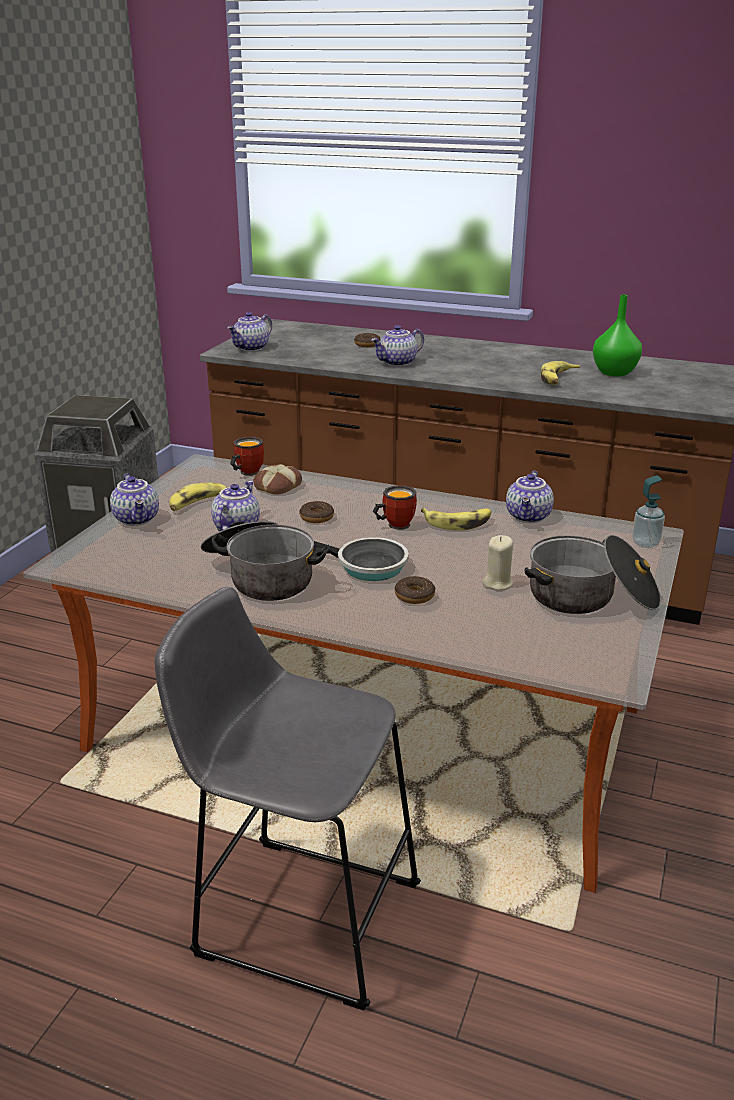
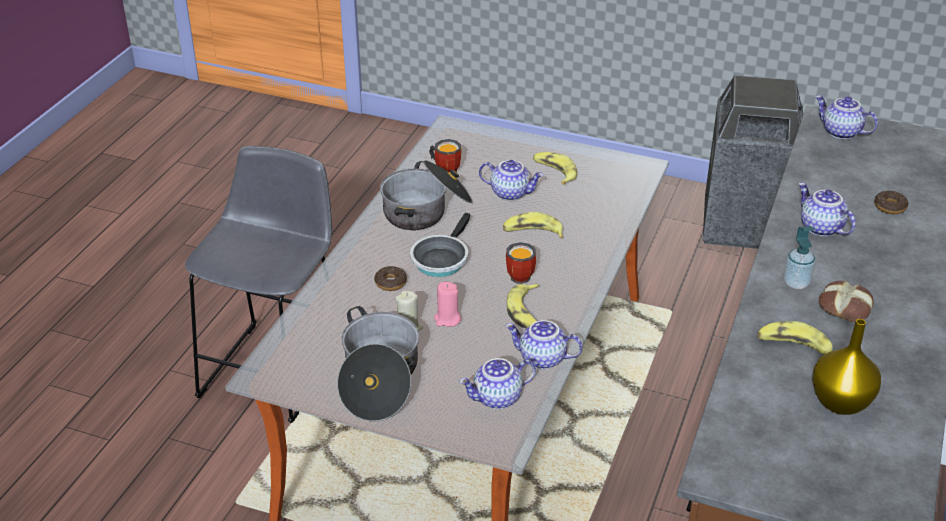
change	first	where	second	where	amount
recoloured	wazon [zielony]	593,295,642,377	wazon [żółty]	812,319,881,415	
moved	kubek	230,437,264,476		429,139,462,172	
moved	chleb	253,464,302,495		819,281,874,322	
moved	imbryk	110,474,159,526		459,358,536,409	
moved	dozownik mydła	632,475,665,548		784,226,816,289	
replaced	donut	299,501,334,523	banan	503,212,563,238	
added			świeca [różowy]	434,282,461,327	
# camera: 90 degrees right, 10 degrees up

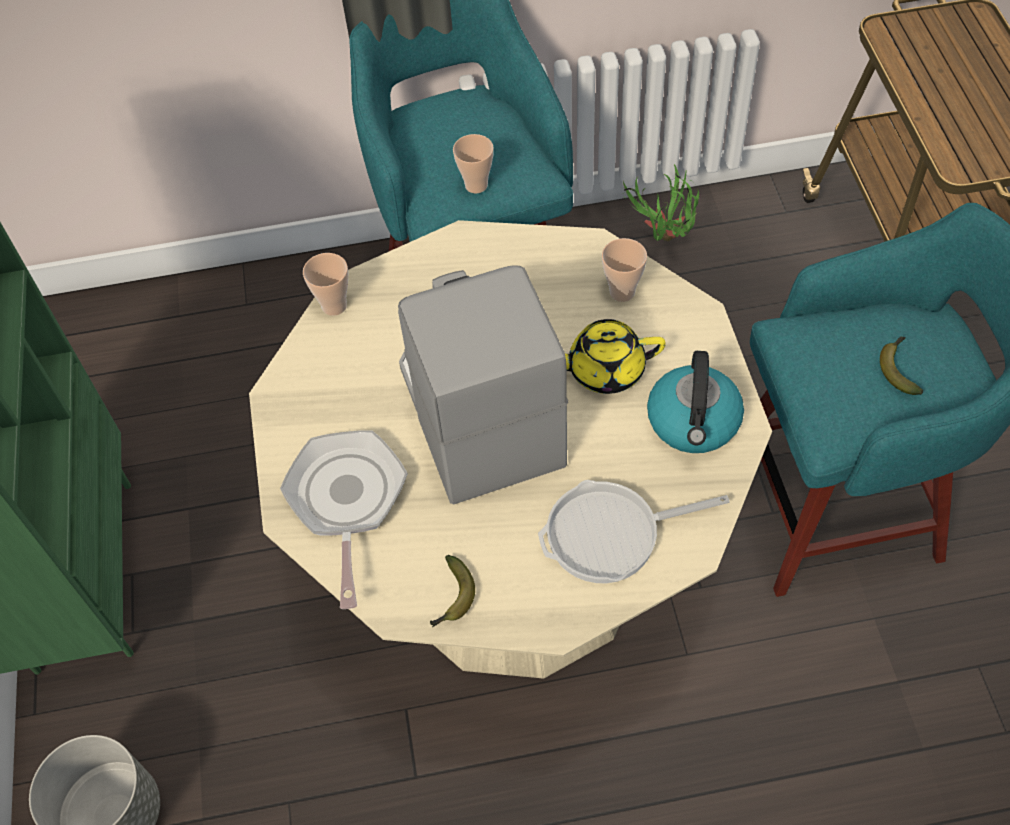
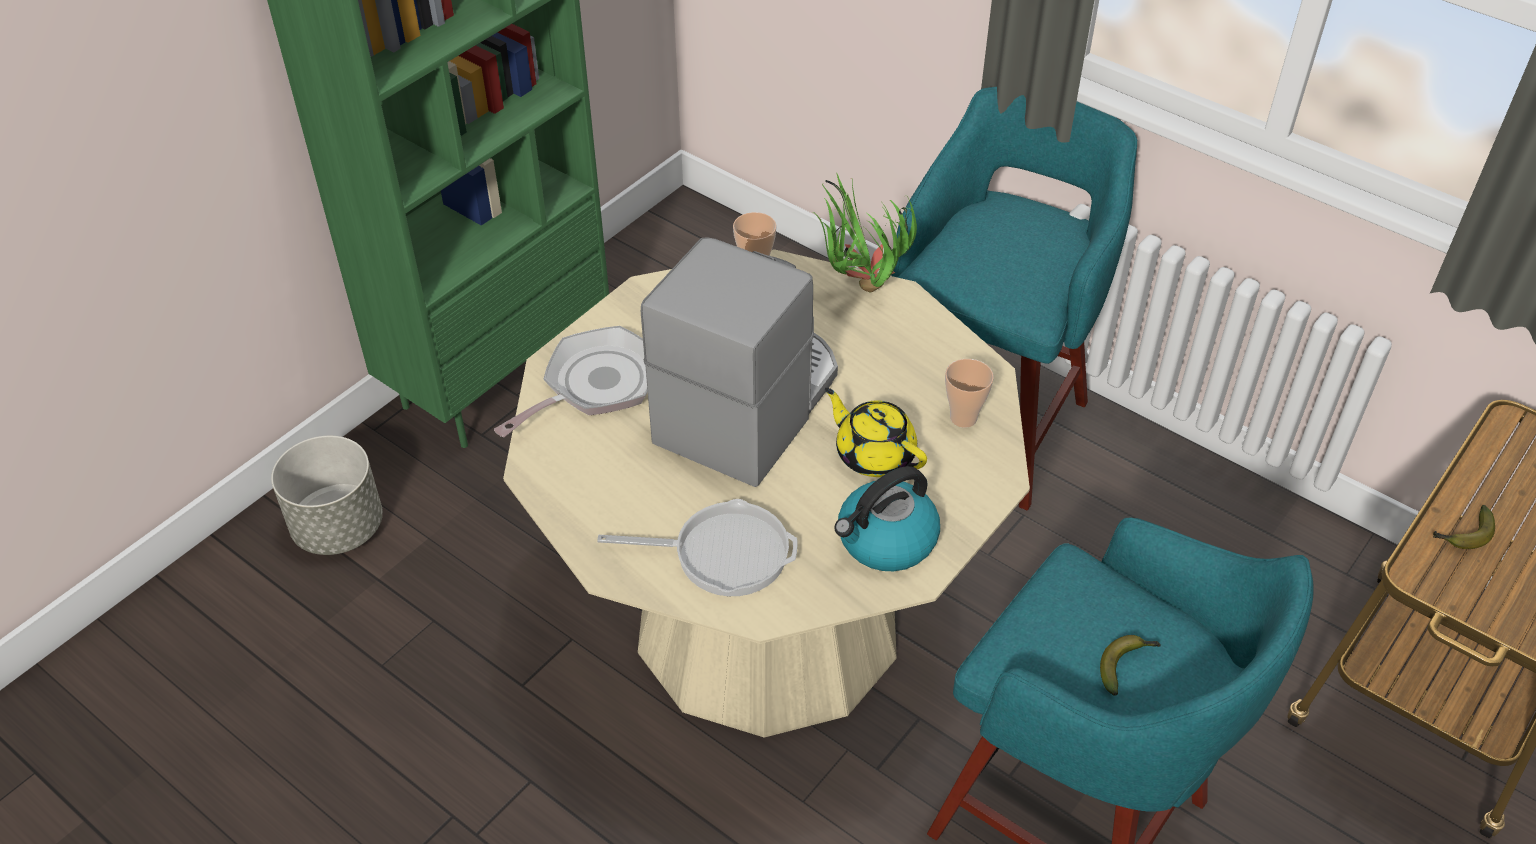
change	first	where	second	where	amount
removed	filiżanka	453,134,494,194			
moved	roślina doniczkowa	623,164,699,241		812,172,917,292	
turned	patelnia	538,480,730,583		597,499,797,596	150 degrees clockwise
moved	banan	430,555,475,627		1433,505,1495,549	
# camera: 45 degrees right, 10 degrees down

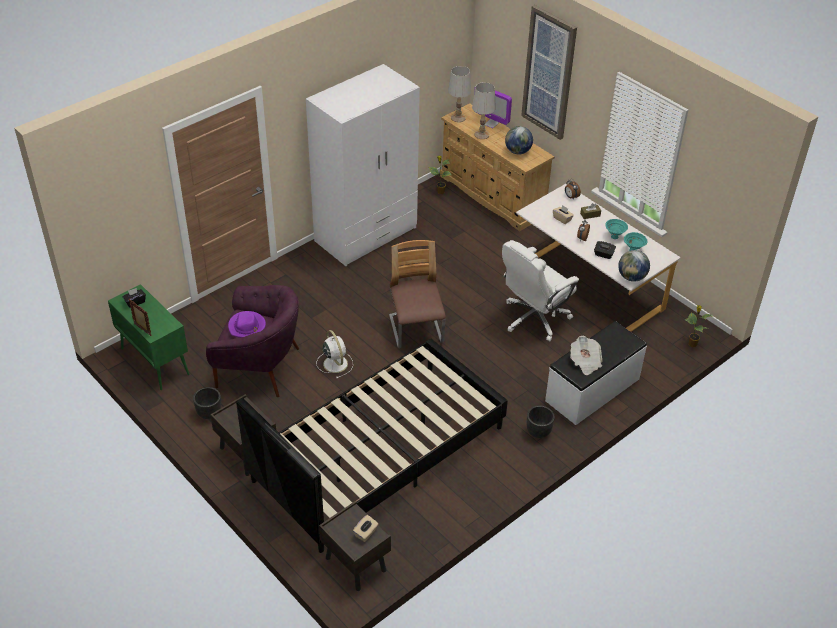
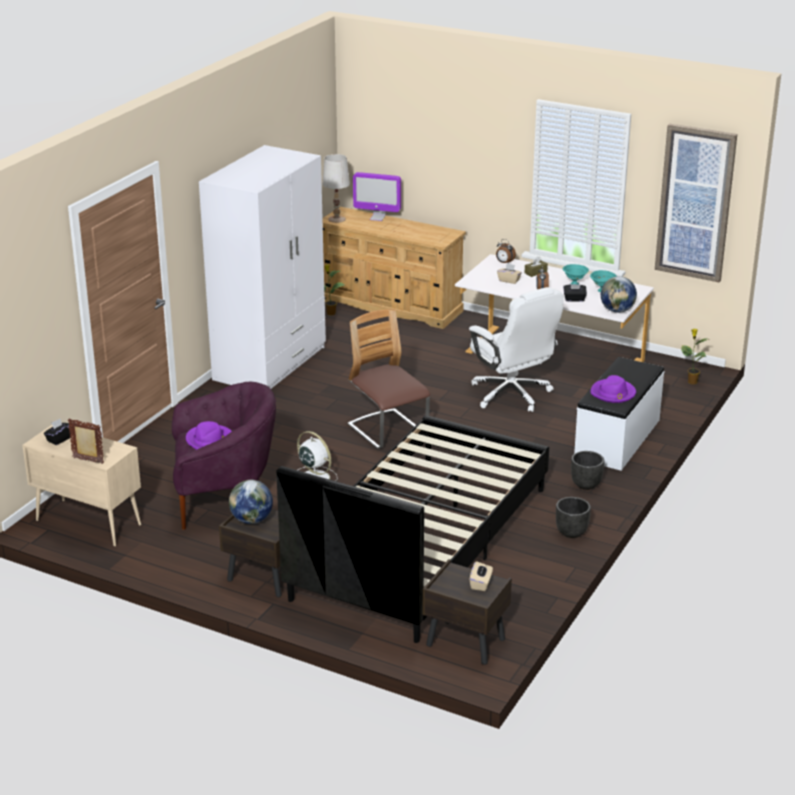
change	first	where	second	where	amount
moved	obraz	521,5,577,140		655,123,737,282	
removed	lampa stołowa [biały]	472,82,496,139			
moved	globus	505,126,533,155		229,480,273,524	
turned	krzesło biurowe [biały]	502,240,579,341		469,287,564,412	60 degrees counterclockwise
recoloured	szafka [zielony]	108,284,190,390	szafka [beżowy]	22,425,141,547	
replaced	gazeta	570,336,602,375	kapelusz [fioletowy]	590,375,636,403	
moved	donica [czarny]	193,387,221,419		556,497,591,538	
# camera: 20 degrees left, 15 degrees down

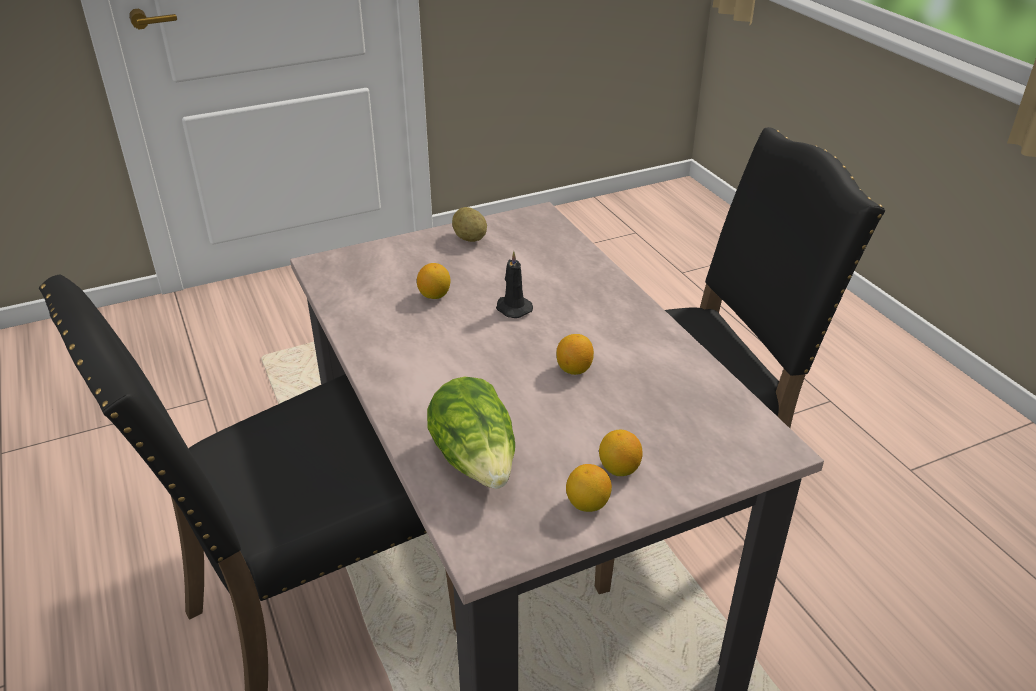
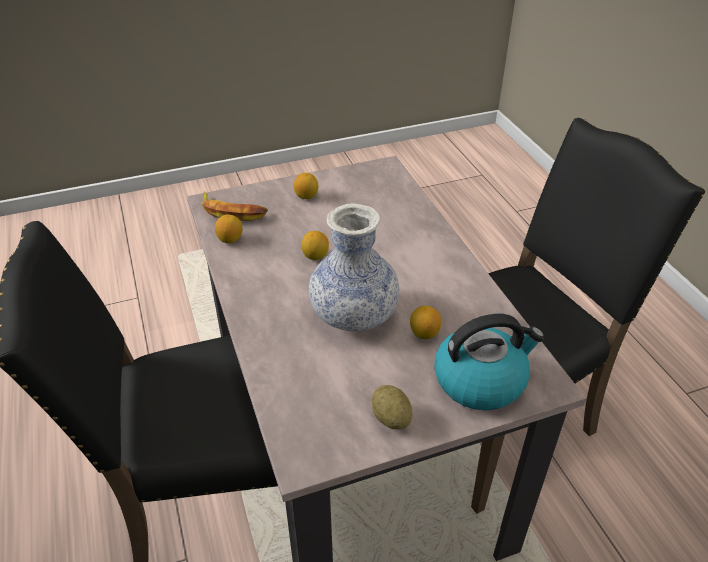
change	first	where	second	where	amount
replaced	świeca [czarny]	496,251,533,318	wazon	309,203,399,331	
removed	sałata	427,377,515,489			
moved	cytryna	566,464,612,512		215,214,242,244	
added			banan	201,191,268,221	
added			czajnik	434,314,544,411	
# camera: 175 degrees left, 5 degrees up

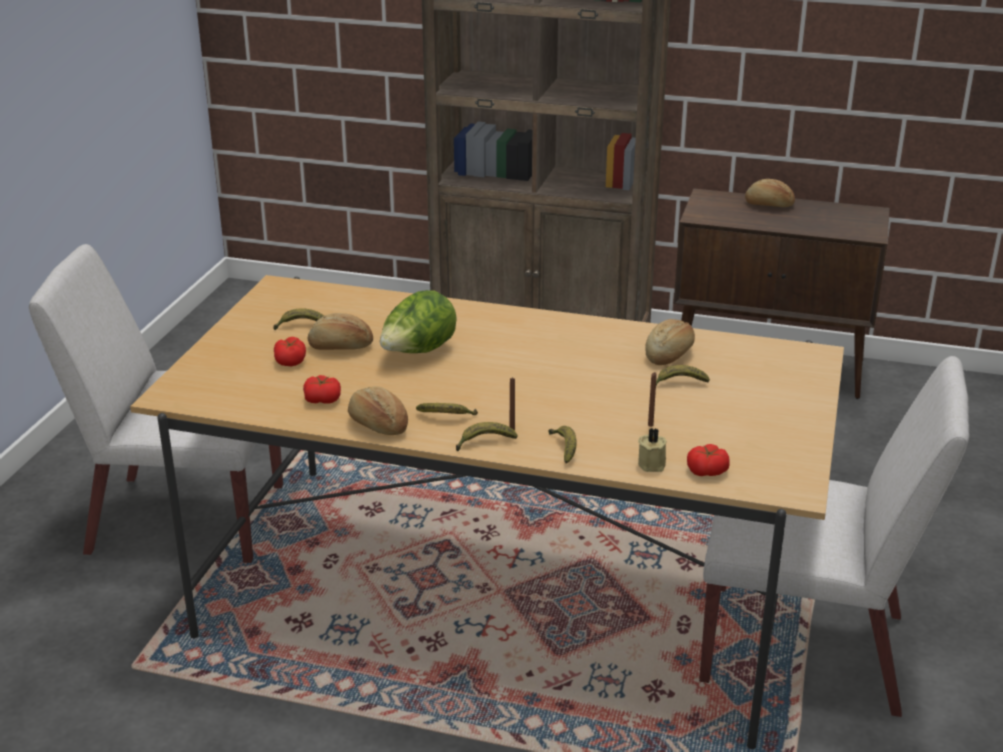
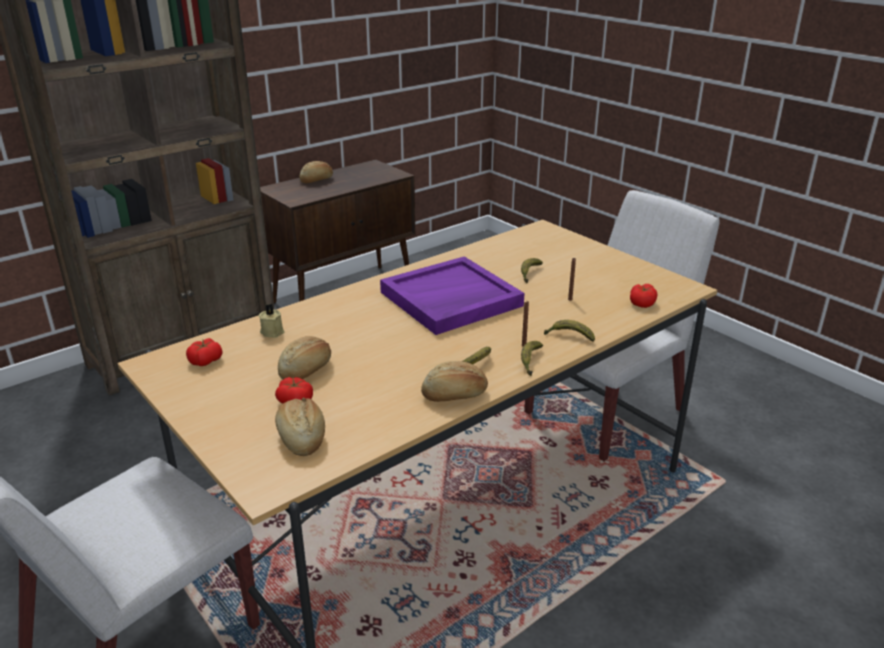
change	first	where	second	where	amount
removed	sałata	380,290,457,353			
removed	banan	273,308,324,330			
moved	chleb	645,319,695,365		275,397,325,456	
moved	pomidor	303,375,341,404		186,338,222,366	
moved	świeca [beżowy]	638,428,667,472		259,304,285,338	
added			taca [fioletowy]	380,256,524,335	
# camera: 55 degrees left, 0 degrees up

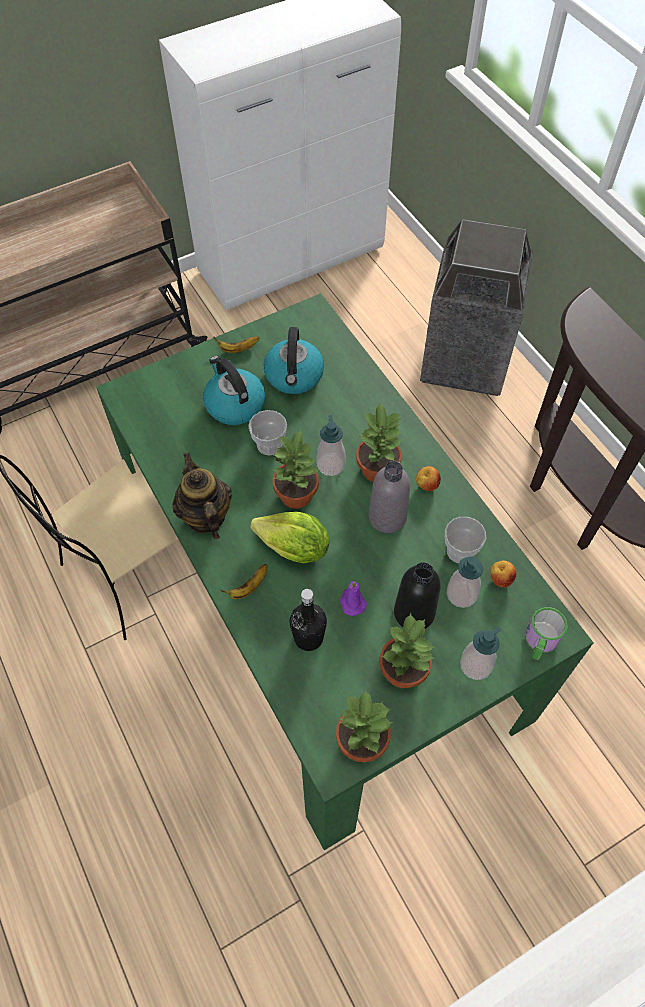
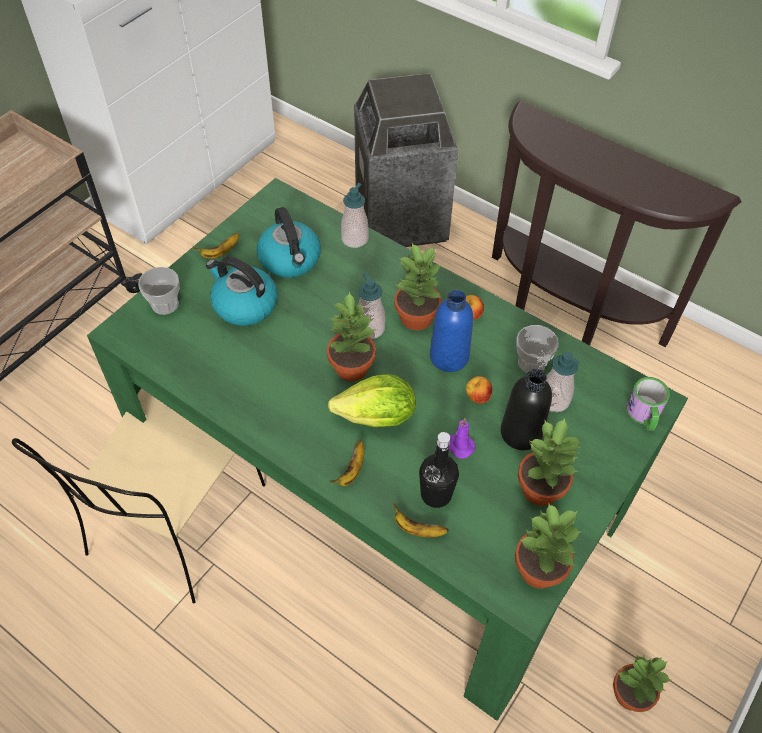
change	first	where	second	where	amount
moved	filiżanka	248,410,287,455		138,267,179,315	
removed	imbryk	172,453,232,539			
recoloured	butelka [szary]	368,461,410,533	butelka [niebieski]	430,290,473,372	
moved	jabłko	490,560,516,588		466,376,492,404	
moved	dozownik mydła	460,627,501,680		341,183,369,248	
added			banan	393,503,448,537	
added			roślina doniczkowa	613,656,671,712	
# camera: 25 degrees left, 5 degrees down

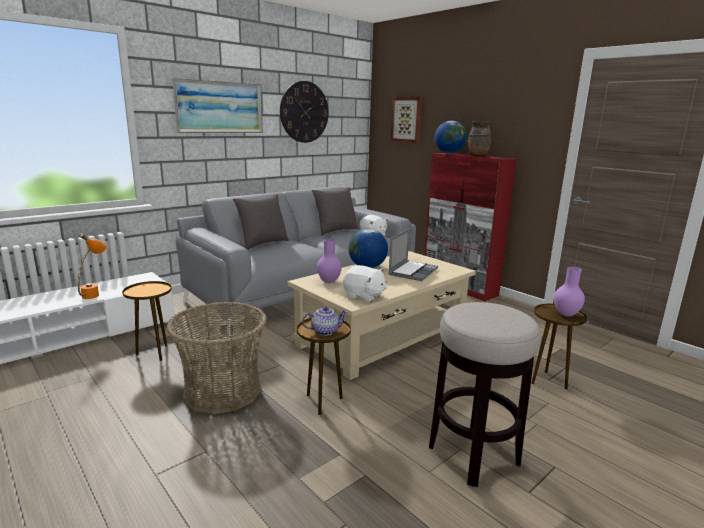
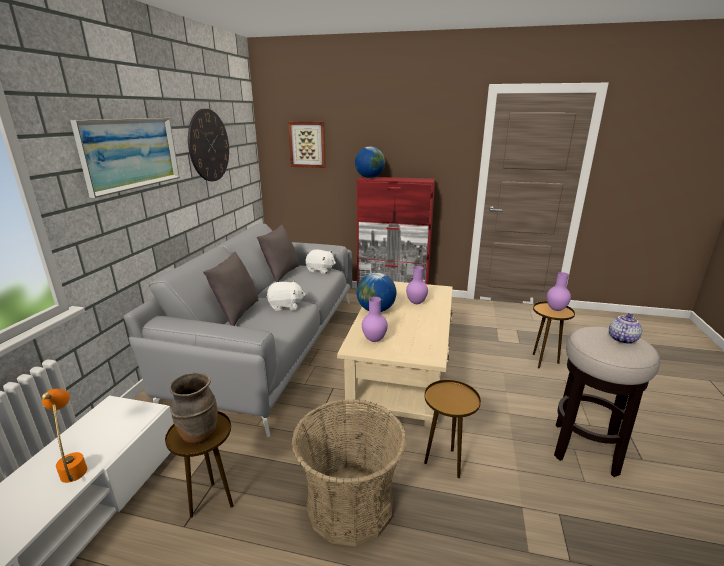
change	first	where	second	where	amount
moved	wazon [brązowy]	468,121,492,157		170,373,218,444	
replaced	laptop	388,229,438,281	wazon [fioletowy]	406,266,428,304	
moved	pluszak [biały]	343,265,387,302		266,280,306,311	
moved	imbryk	302,306,348,336		609,313,642,344	
# camera: 35 degrees left, 5 degrees up

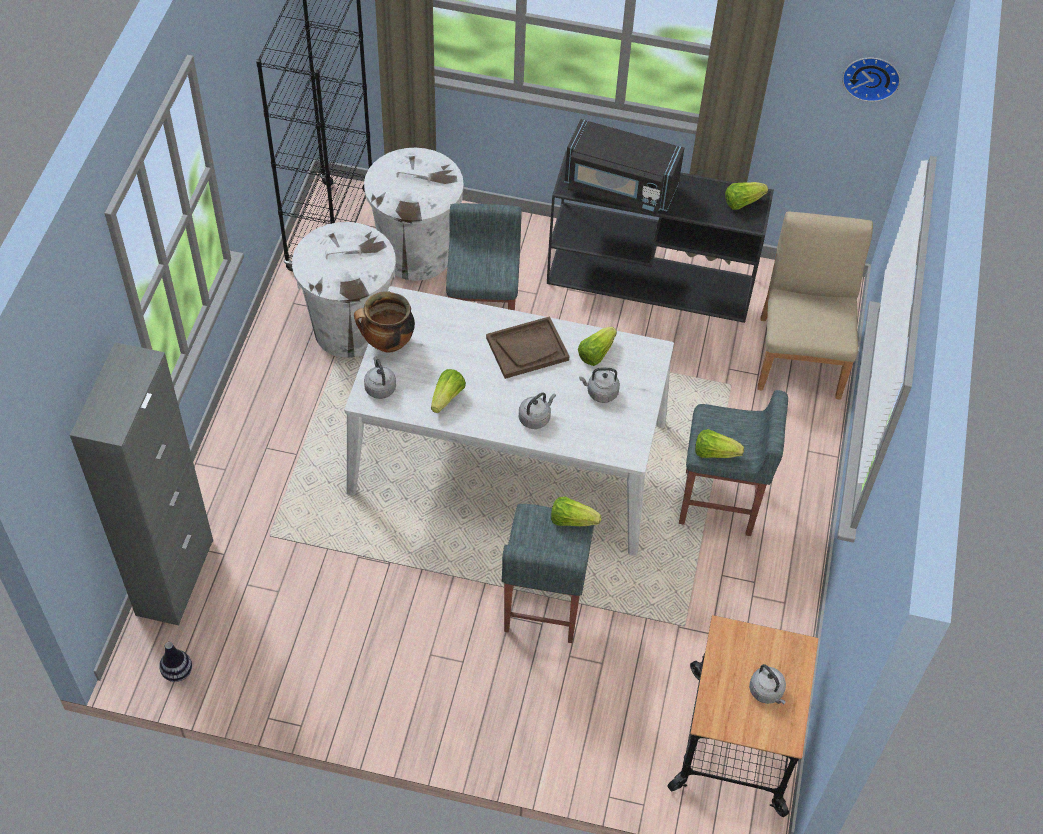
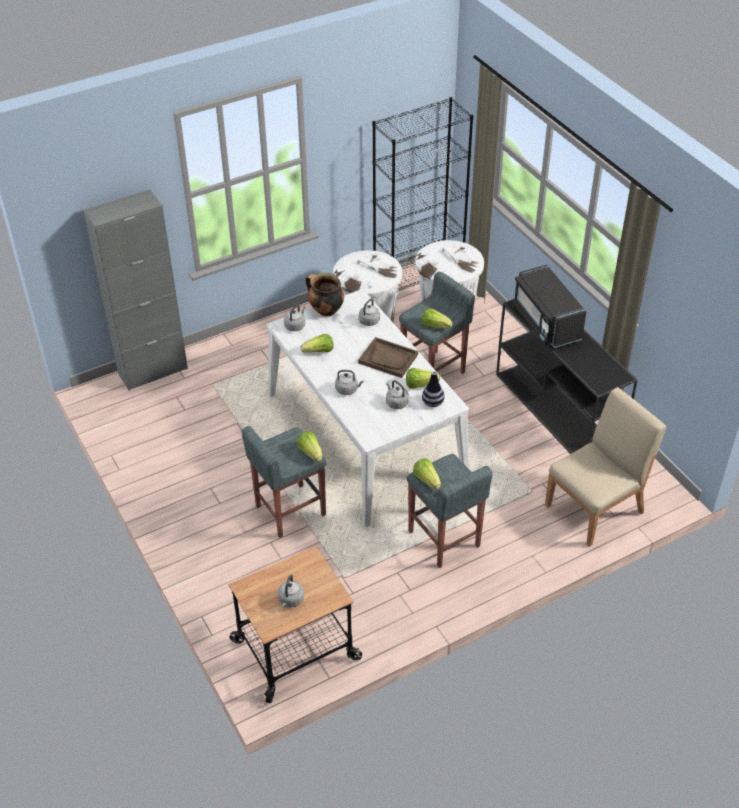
change	first	where	second	where	amount
removed	zegar ścienny	842,58,900,102			
moved	sałata	725,182,768,210		421,308,453,328	
moved	wazon	159,642,192,682		422,371,445,407	
added			czajnik [szary]	358,298,380,326	
# camera: 50 degrees right, 10 degrees down

